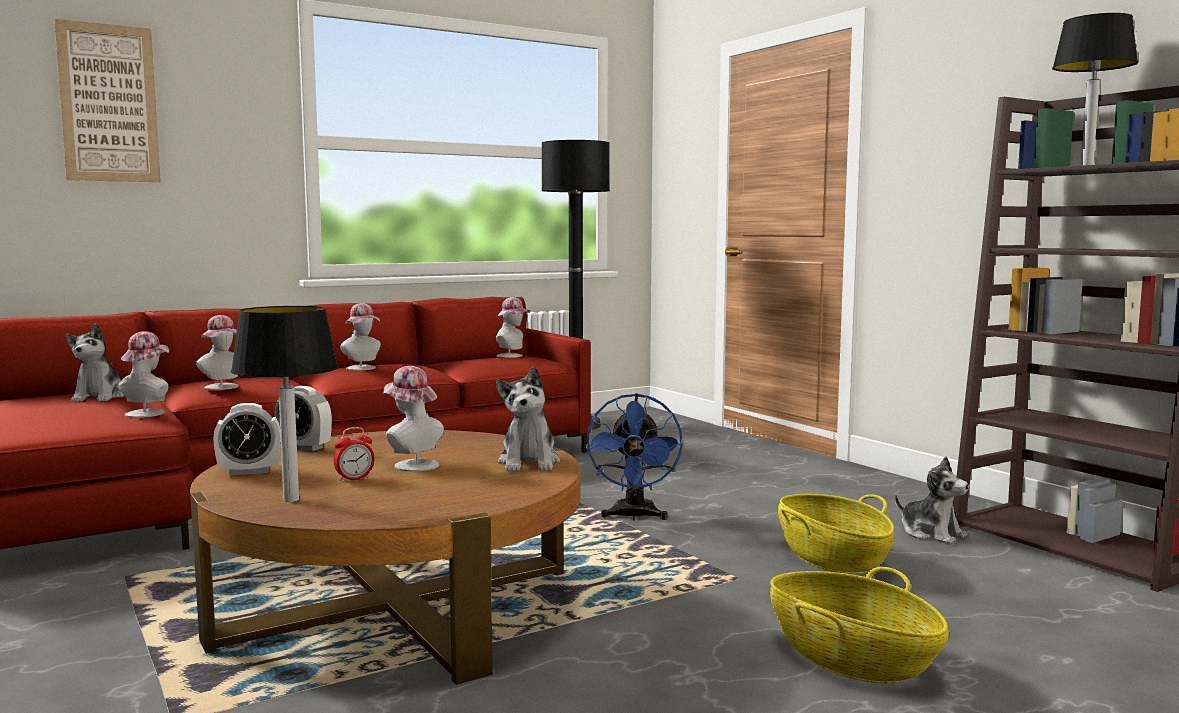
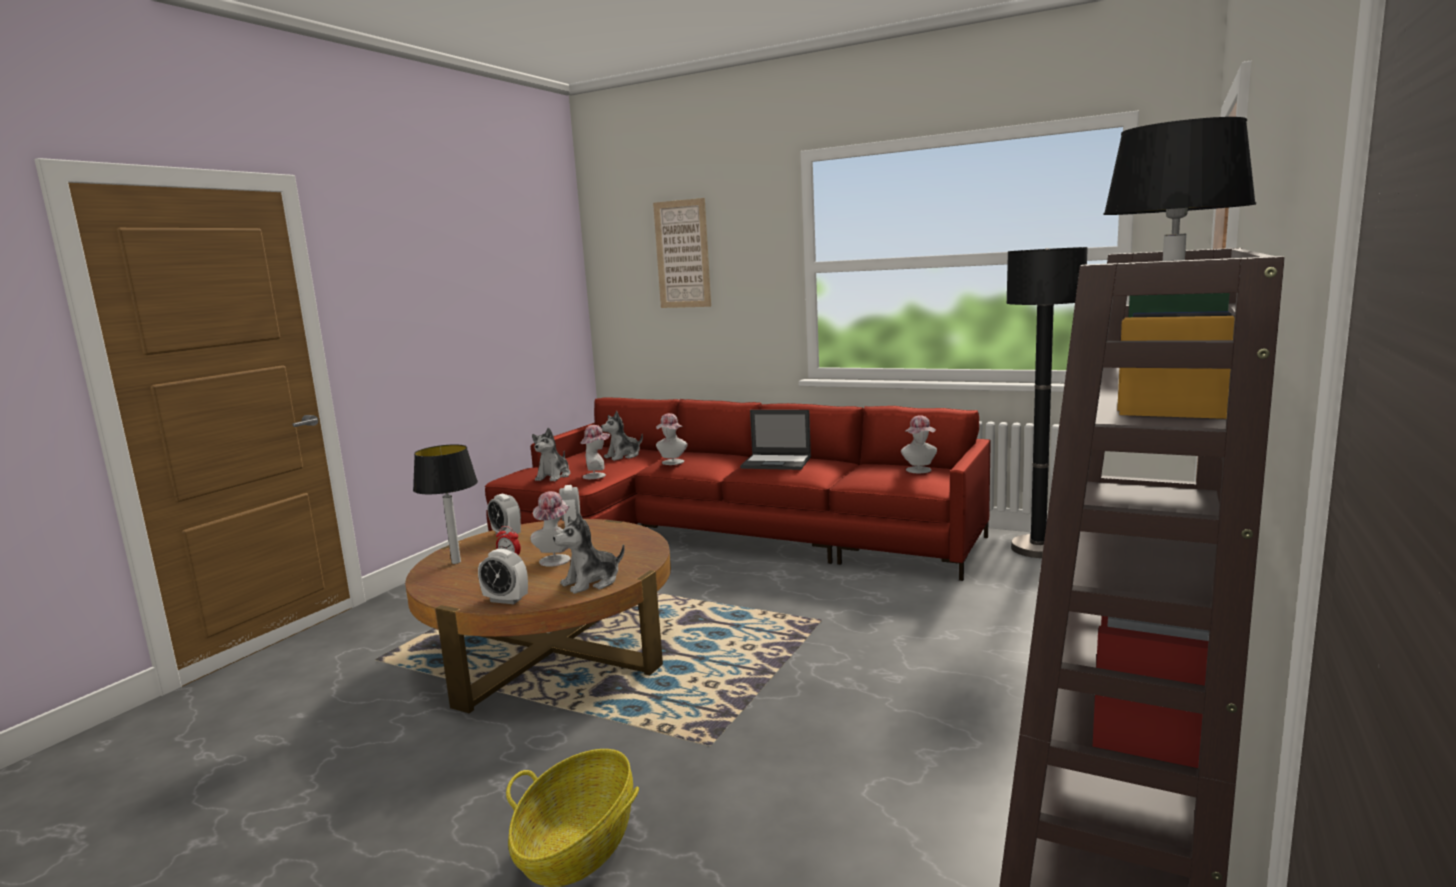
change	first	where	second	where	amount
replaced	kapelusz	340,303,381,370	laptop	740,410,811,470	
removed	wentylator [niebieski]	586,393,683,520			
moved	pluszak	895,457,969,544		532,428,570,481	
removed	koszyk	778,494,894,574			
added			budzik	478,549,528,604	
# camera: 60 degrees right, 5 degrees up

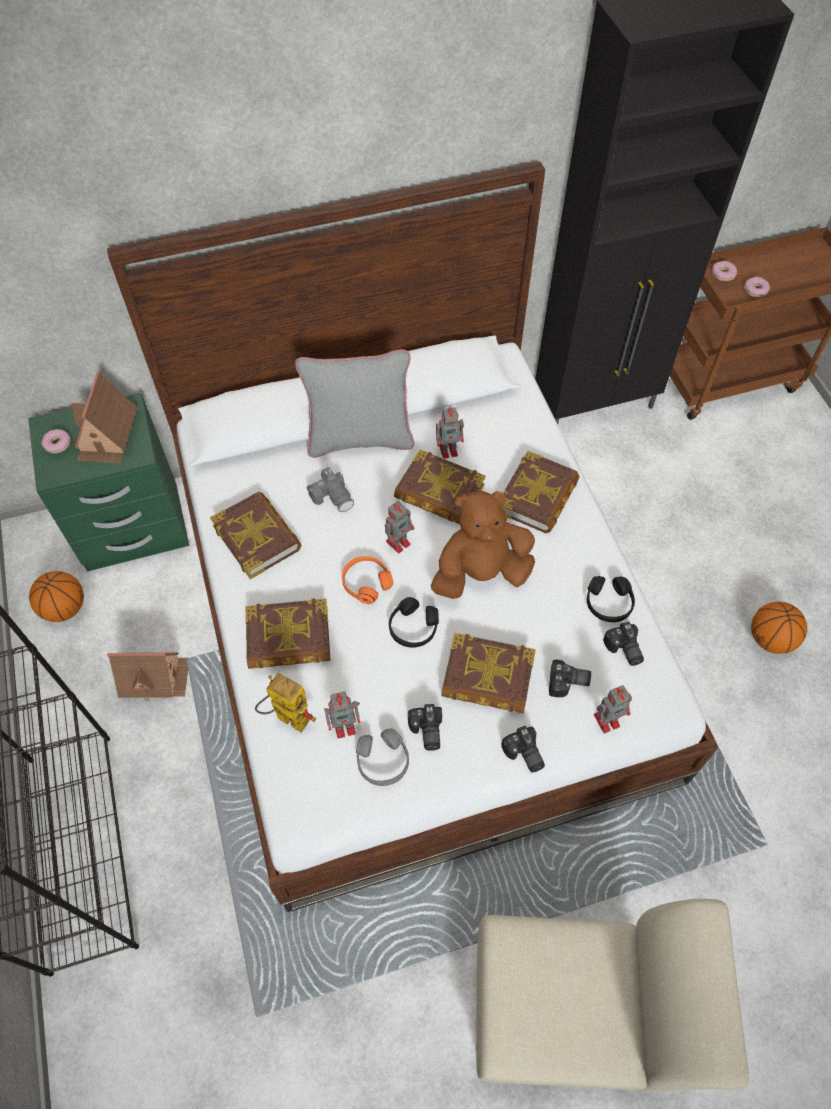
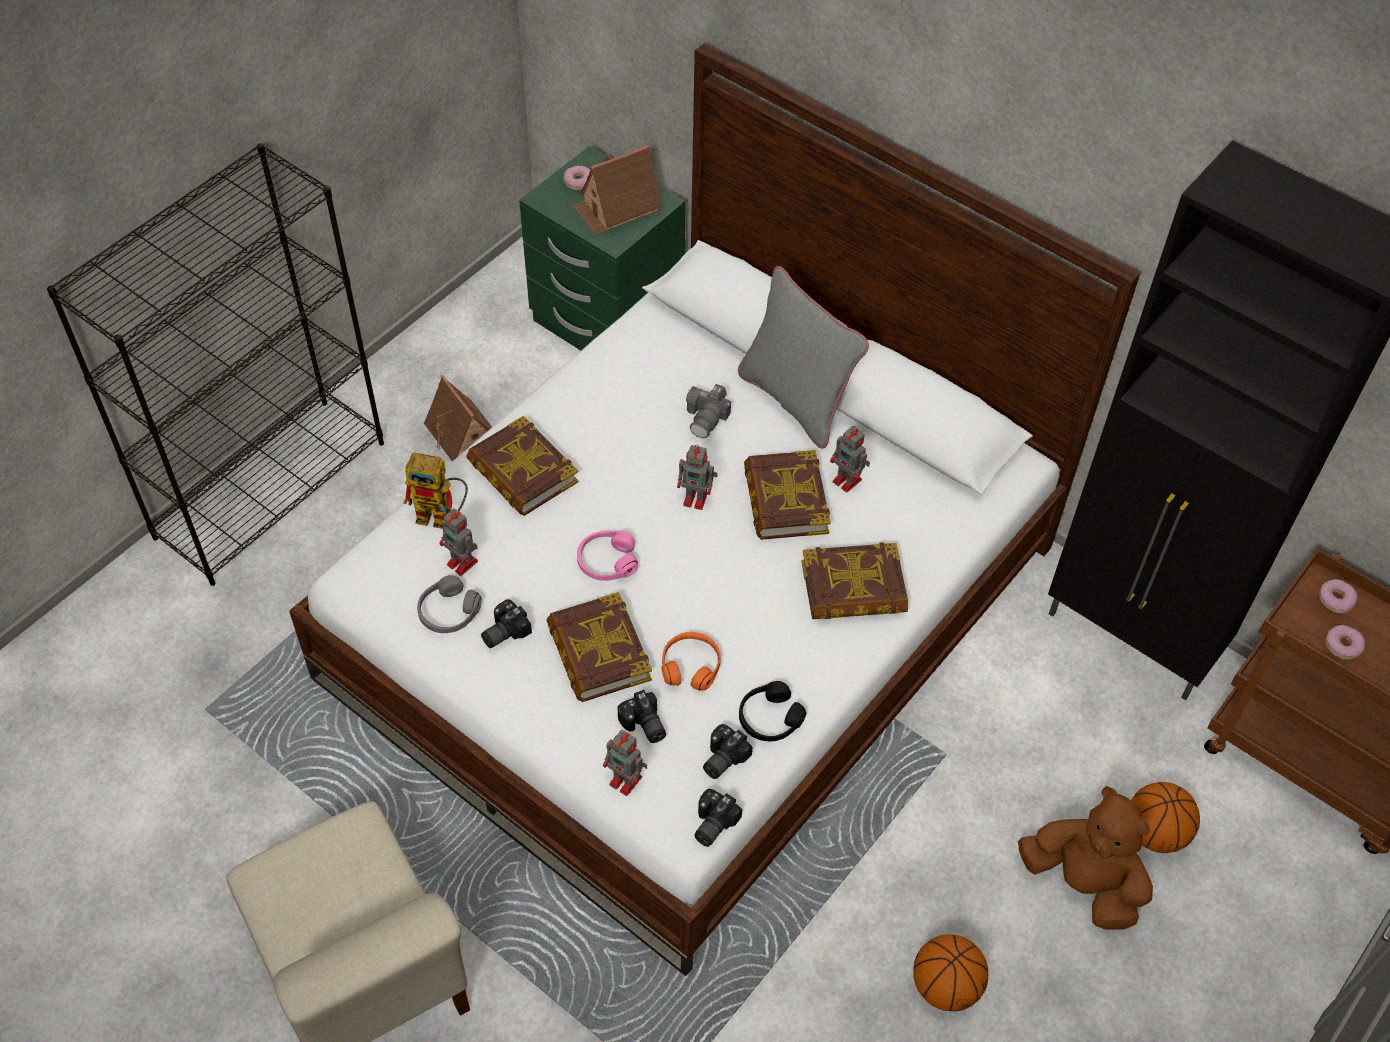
change	first	where	second	where	amount
moved	pluszak [brązowy]	431,491,535,599		1018,786,1153,930	
removed	książka	210,492,302,579			
moved	słuchawki [pomarańczowy]	342,556,393,604		662,632,721,691	
moved	piłka do koszykówki	29,571,84,622		1131,782,1200,853	
recoloured	słuchawki [czarny]	389,597,439,648	słuchawki [różowy]	577,530,638,581	
turned	robot zabawkowy	255,673,317,733		403,452,468,529	105 degrees clockwise
moved	aparat fotograficzny	501,726,545,773		694,789,742,847	
# camera: 55 degrees right, 5 degrees down

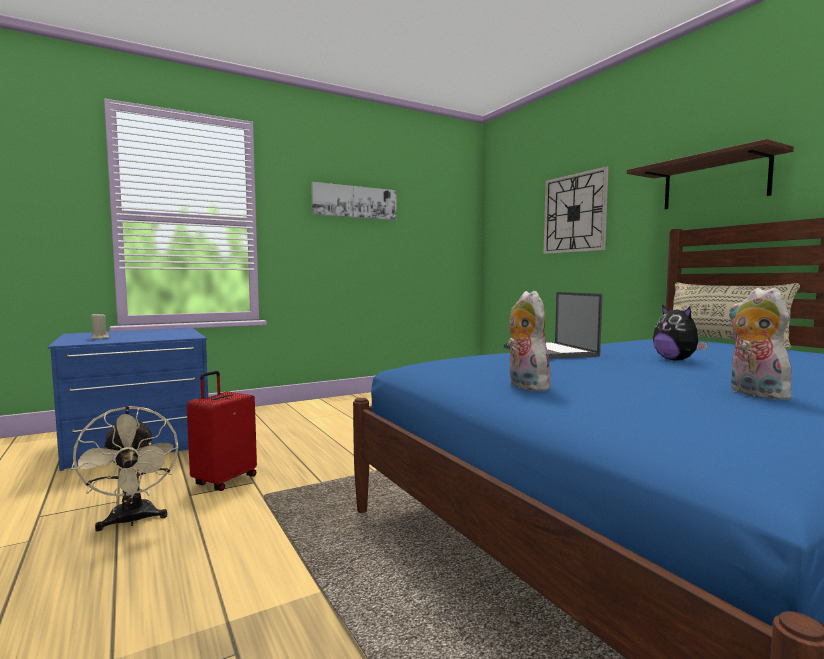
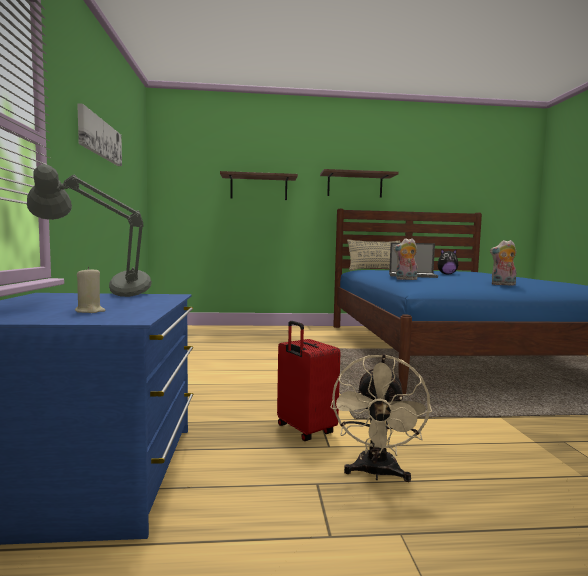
change	first	where	second	where	amount
replaced	zegar ścienny	544,166,609,254	półka	220,171,298,200	
moved	pluszak	728,287,791,400		394,238,418,280	
turned	wentylator [beżowy]	71,406,178,531		330,354,432,482	105 degrees clockwise
added			lampa stołowa [szary]	27,164,152,297	
# camera: 65 degrees left, 0 degrees up

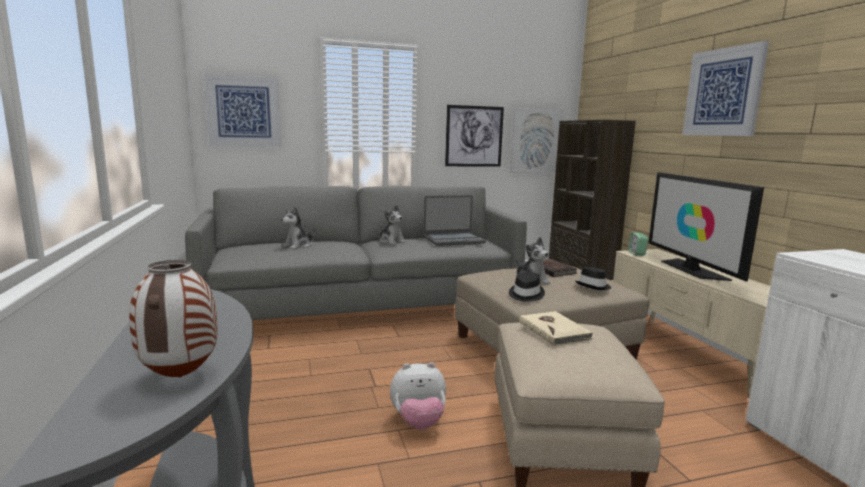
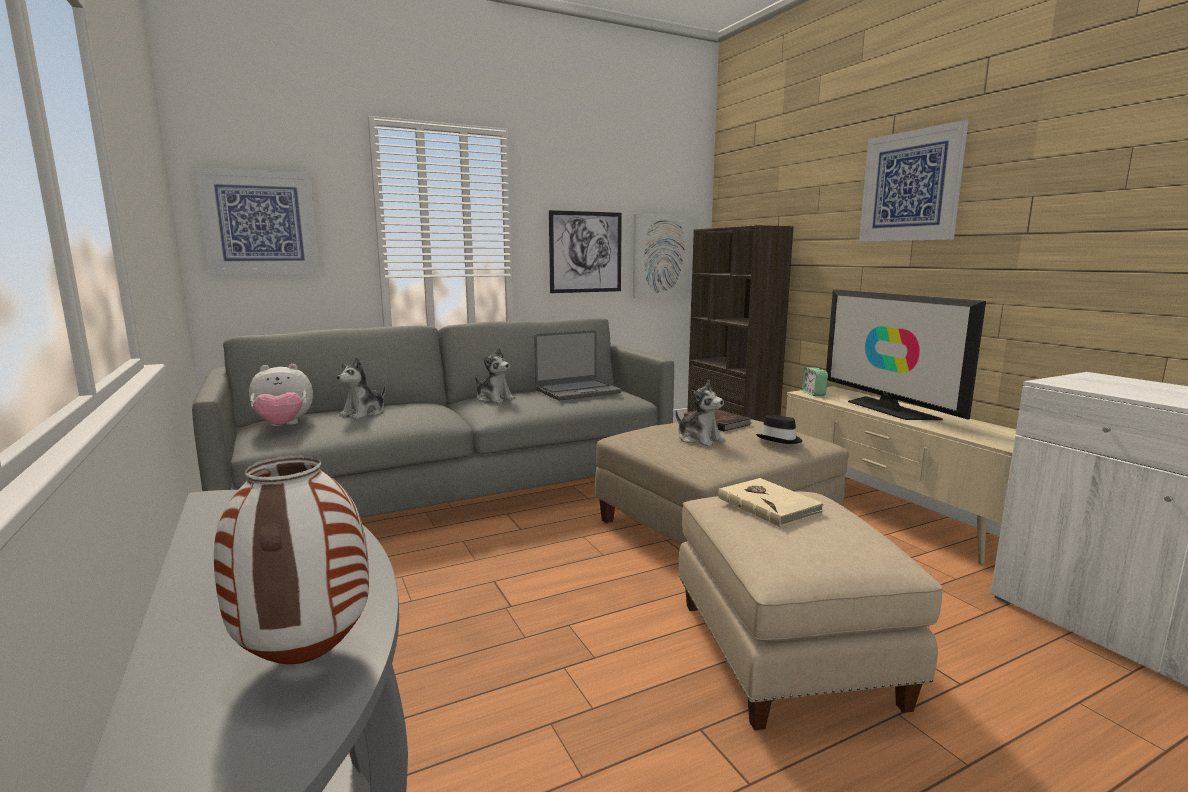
change	first	where	second	where	amount
removed	kapelusz [czarny]	509,272,545,302			
moved	pluszak	390,362,446,430		249,364,313,426	
# camera: 10 degrees left, 0 degrees up

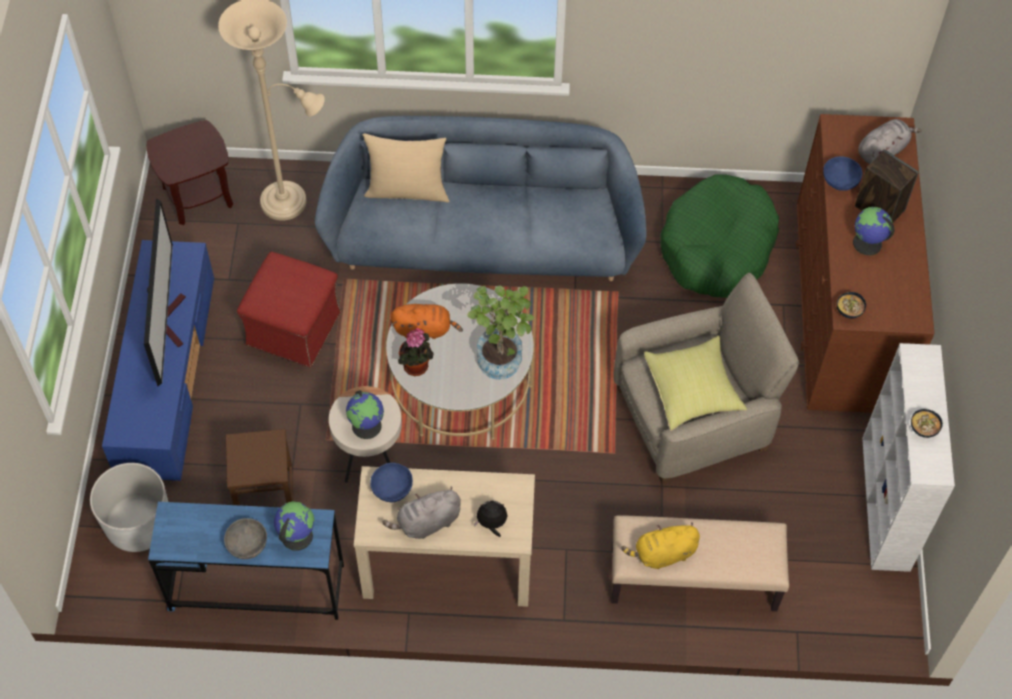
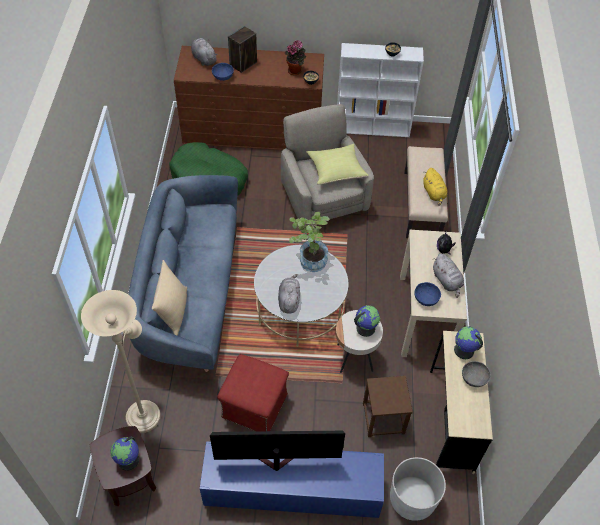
change	first	where	second	where	amount
moved	globus	853,207,894,255		110,437,139,471	
recoloured	pluszak [pomarańczowy]	391,304,463,339	pluszak [szary]	278,274,300,313	
moved	roślina doniczkowa	398,328,434,376		285,40,306,75	
recoloured	biurko [niebieski]	148,502,344,620	biurko [beżowy]	430,331,493,474	
# camera: 90 degrees left, 5 degrees down

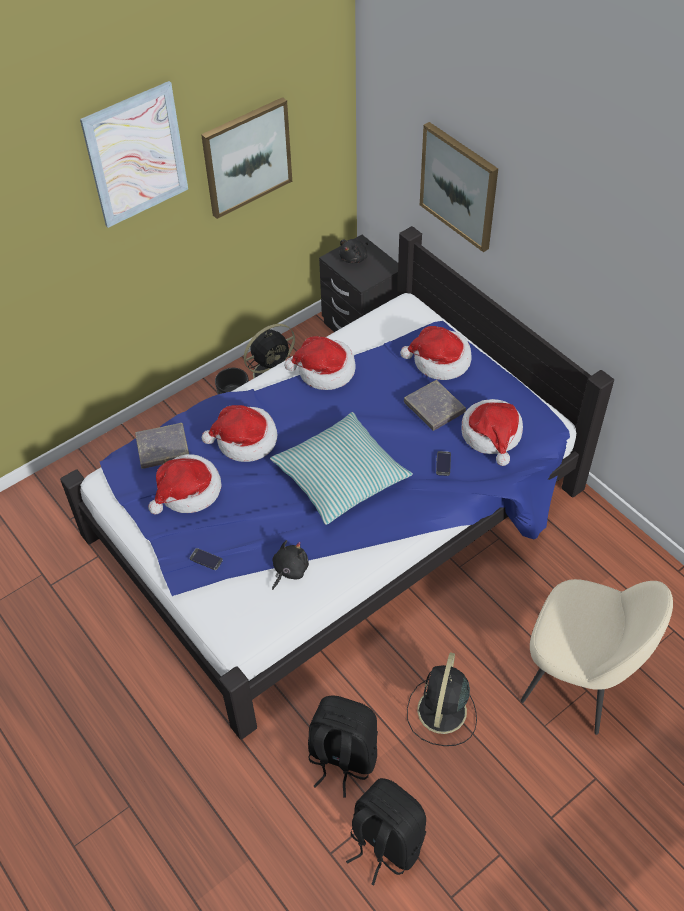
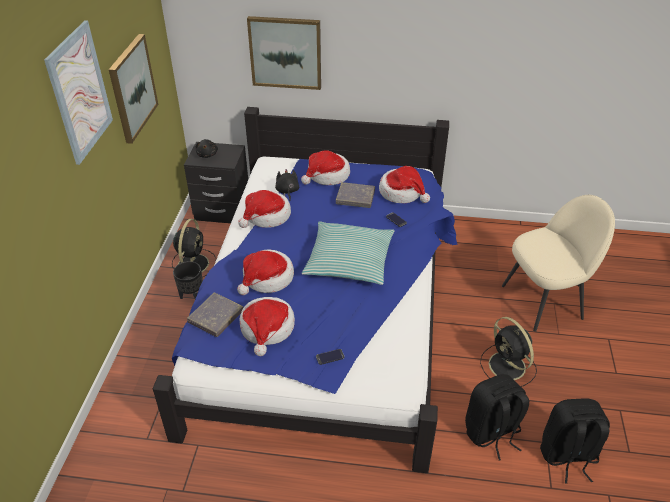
change	first	where	second	where	amount
moved	pluszak [czarny]	272,540,309,590		275,169,299,201	
# camera: 45 degrees left, 10 degrees down

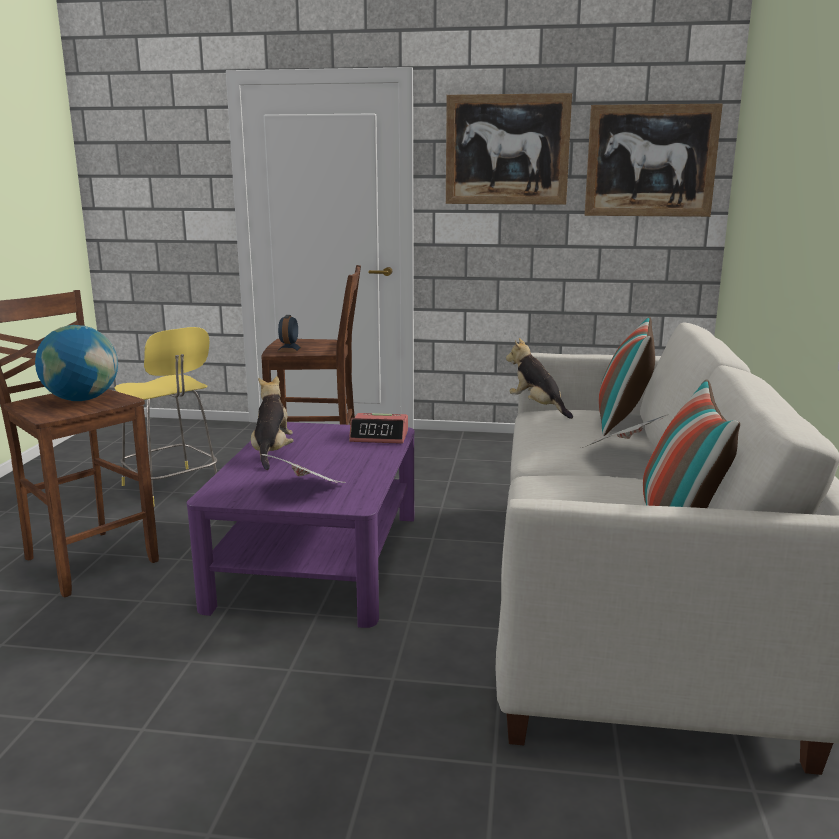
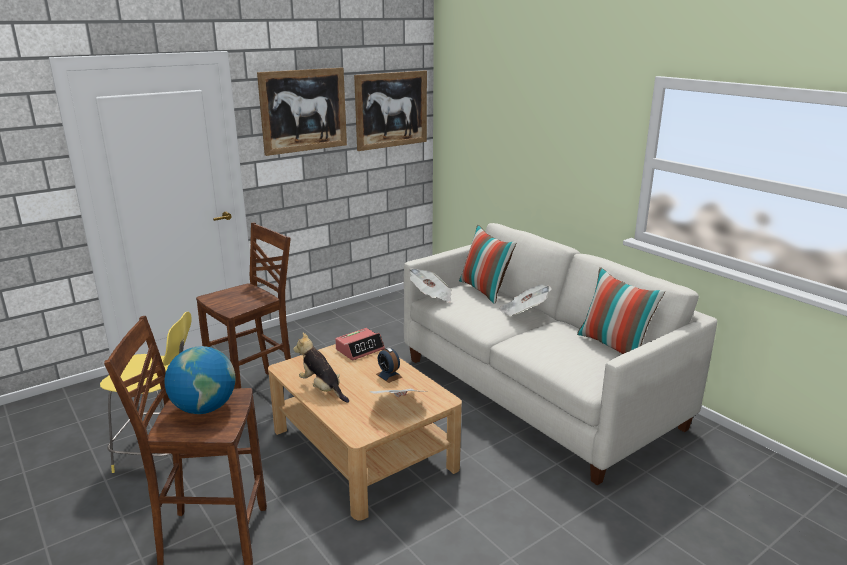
change	first	where	second	where	amount
moved	budzik	277,315,301,352		376,347,402,383	
replaced	pluszak	506,338,573,419	gazeta	409,268,452,302	
recoloured	ława [fioletowy]	187,422,415,628	ława [beżowy]	268,344,462,521	
# camera: 45 degrees left, 5 degrees up

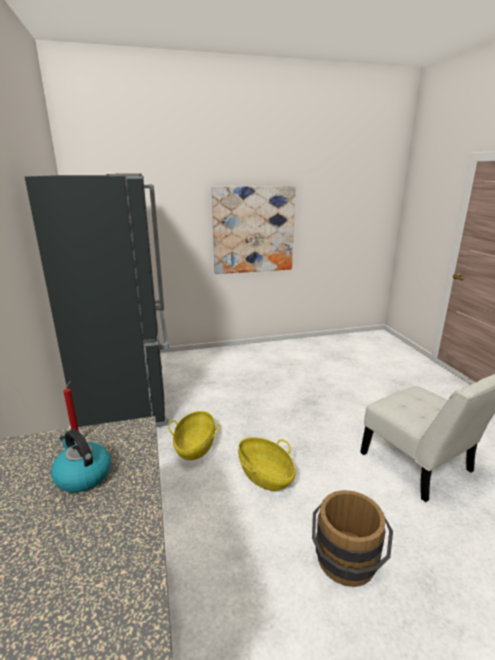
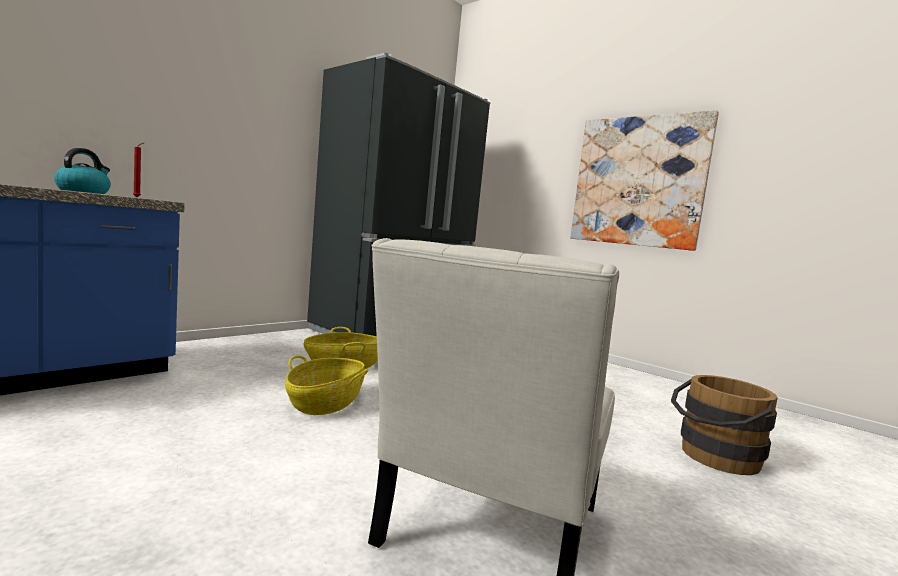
change	first	where	second	where	amount
moved	wiadro [brązowy]	312,490,393,587		671,375,778,475	
# camera: 55 degrees right, 15 degrees down

